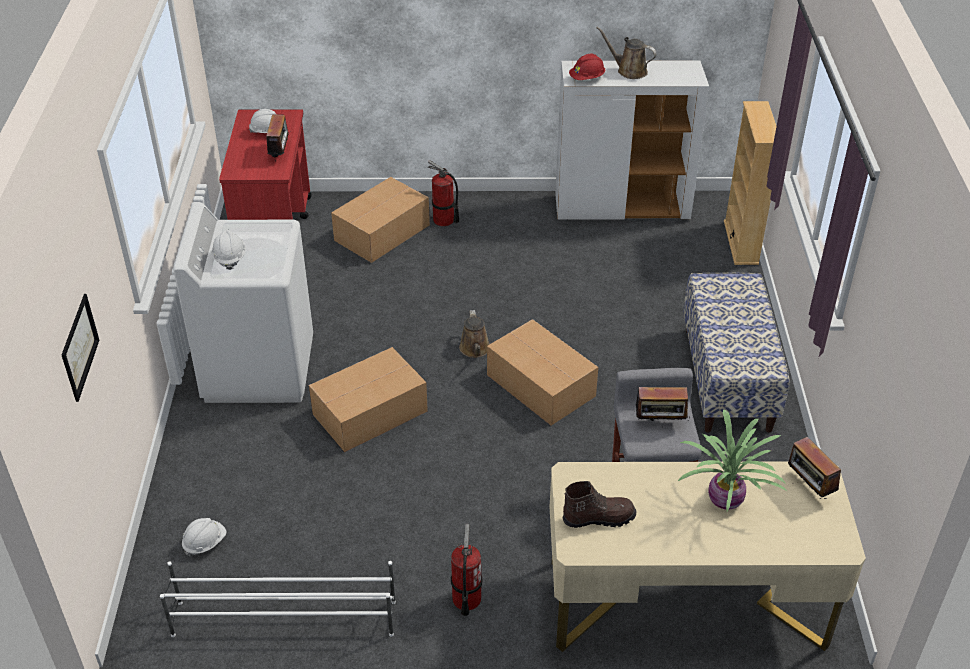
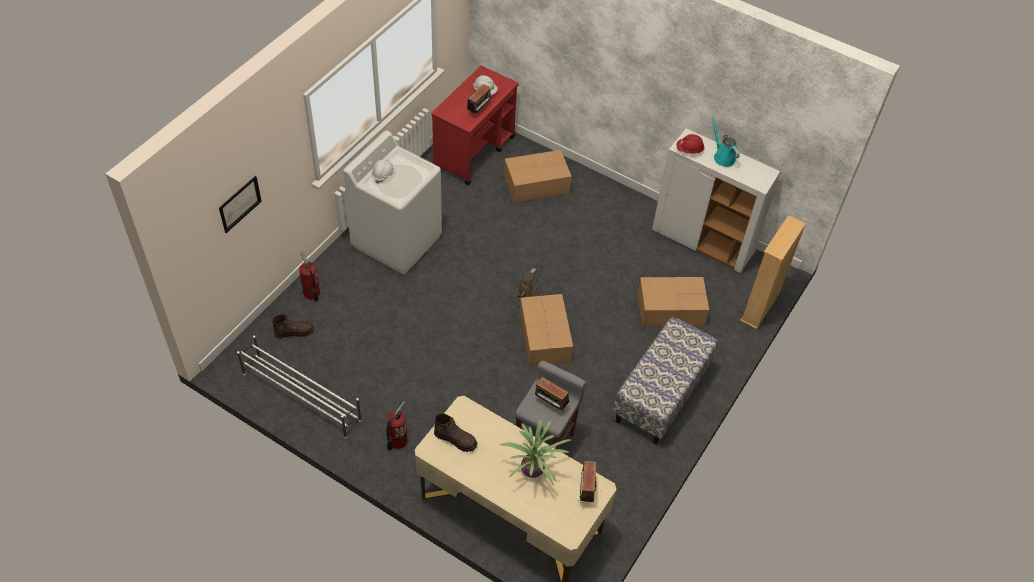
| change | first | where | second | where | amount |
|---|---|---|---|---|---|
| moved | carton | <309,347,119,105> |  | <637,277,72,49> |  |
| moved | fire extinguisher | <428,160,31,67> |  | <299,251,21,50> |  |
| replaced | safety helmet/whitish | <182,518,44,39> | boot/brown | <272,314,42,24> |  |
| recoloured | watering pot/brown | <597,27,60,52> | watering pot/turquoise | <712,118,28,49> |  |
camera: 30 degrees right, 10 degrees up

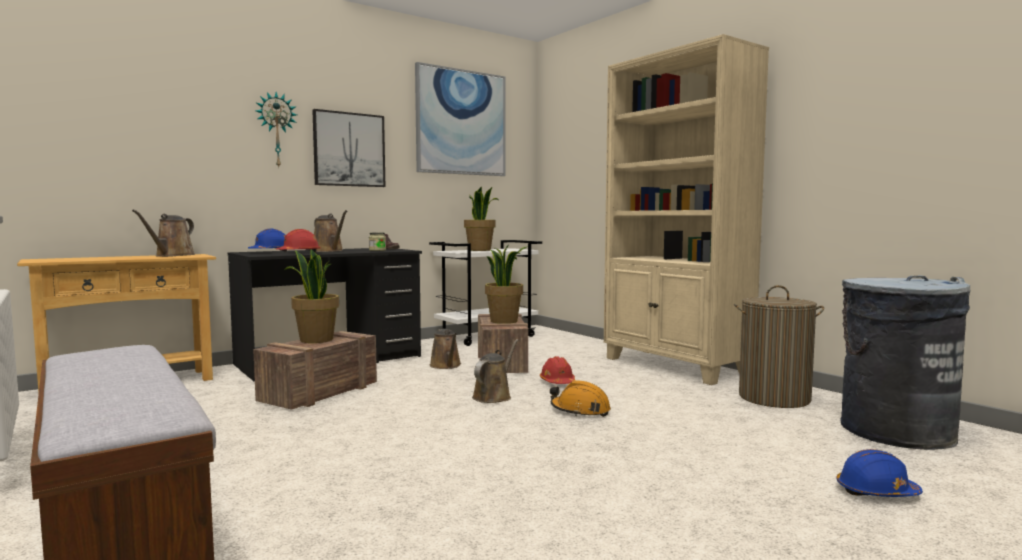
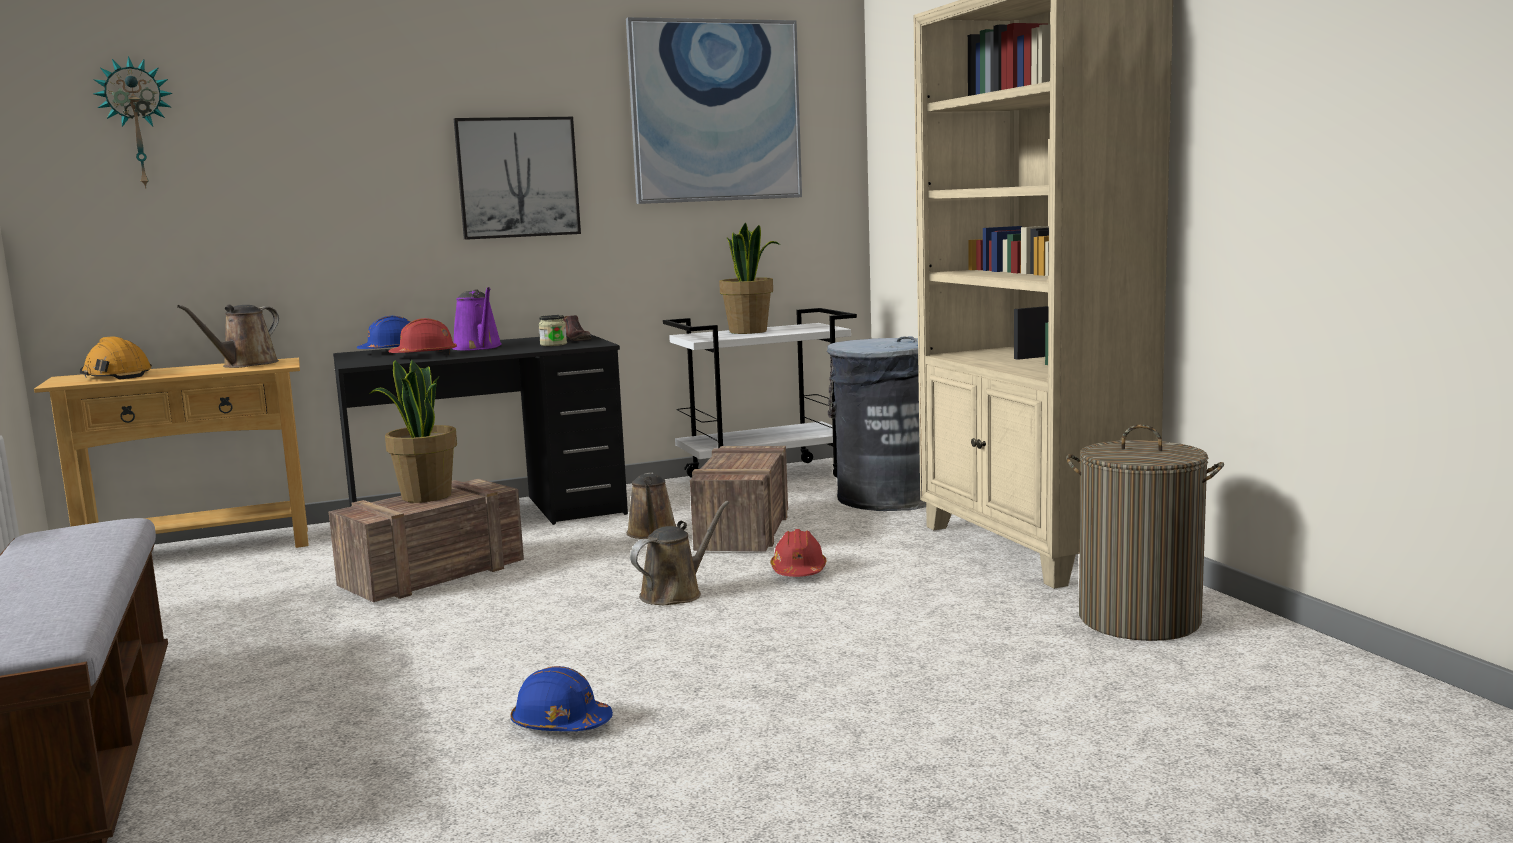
| change | first | where | second | where | amount |
|---|---|---|---|---|---|
| removed | houseplant | <485,244,43,80> |  |  |  |
| moved | clock on the wall | <256,92,41,76> |  | <93,56,80,133> |  |
| moved | safety helmet/orange | <550,380,61,37> |  | <80,337,72,42> |  |
| moved | safety helmet/blue-coloured | <836,449,87,48> |  | <511,666,102,65> |  |
| moved | rubbish bin/greyish | <840,275,130,175> |  | <827,336,99,175> |  |
| recoloured | watering pot/brown | <314,210,33,42> | watering pot/purplish | <452,287,50,63> |  |
camera: 15 degrees right, 5 degrees up

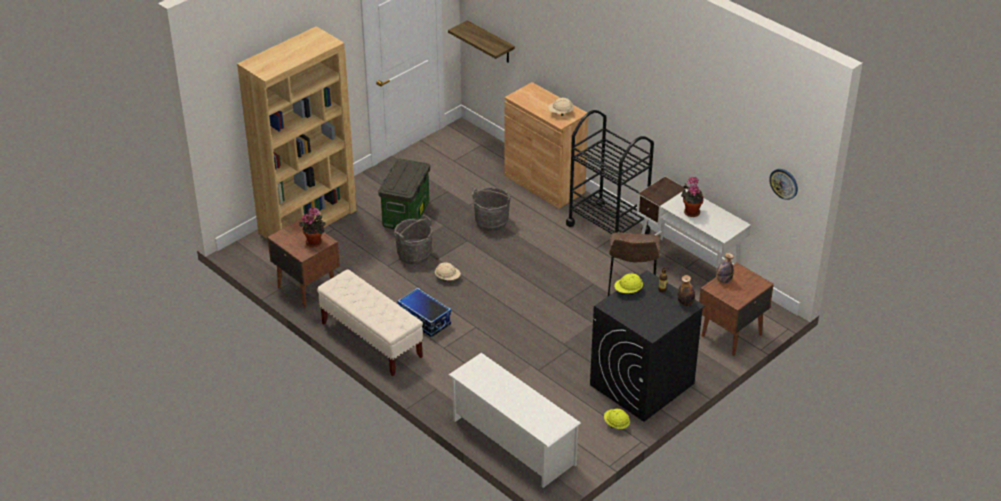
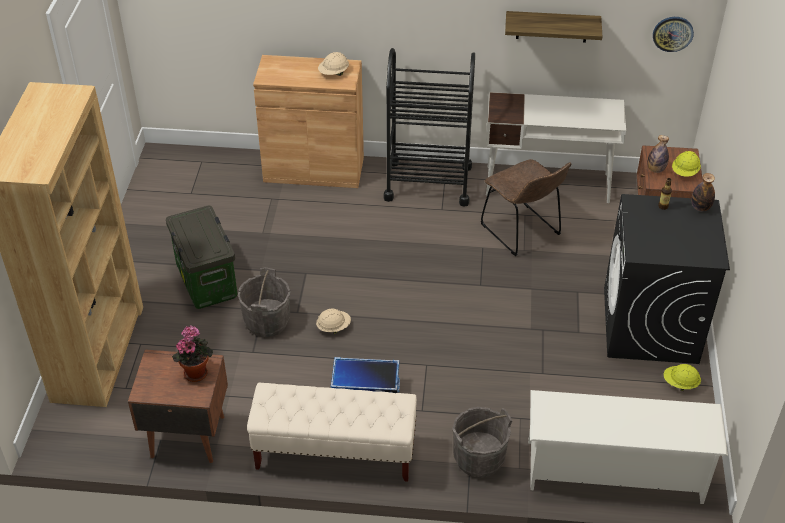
| change | first | where | second | where | amount |
|---|---|---|---|---|---|
| removed | houseplant | <681,176,23,41> |  |  |  |
| moved | bracket shelf | <448,20,67,43> |  | <505,11,97,32> |  |
| moved | water bucket/greyish | <472,187,39,45> |  | <452,407,60,71> |  |
| moved | safety helmet/yellow | <614,273,29,22> |  | <672,151,29,26> |  |
camera: 40 degrees left, 5 degrees up

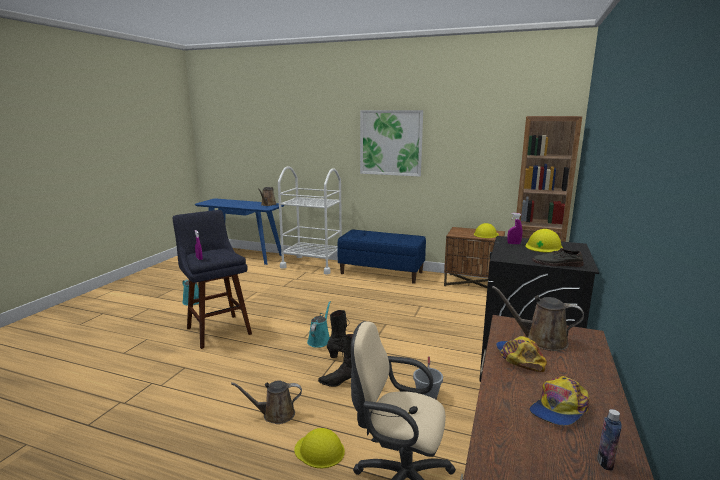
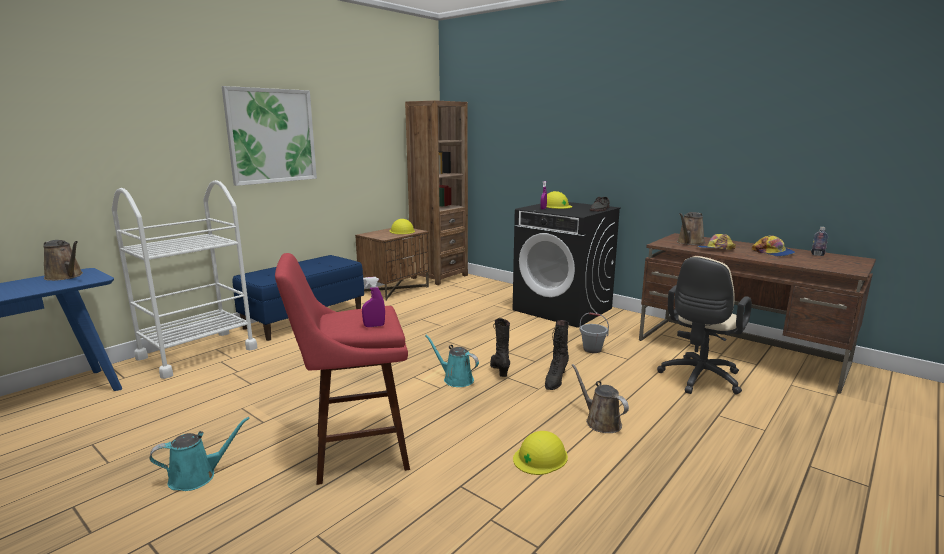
| change | first | where | second | where | amount |
|---|---|---|---|---|---|
| moved | safety helmet/yellow | <294,428,51,40> |  | <513,431,55,44> |  |
| recoloured | stool seat/blue-coloured | <173,210,79,139> | stool seat/red | <275,253,135,232> |  |
| turned | watering pot/brown | <231,381,71,43> |  | <572,364,57,69> | 135 degrees clockwise |
camera: 70 degrees left, 0 degrees up

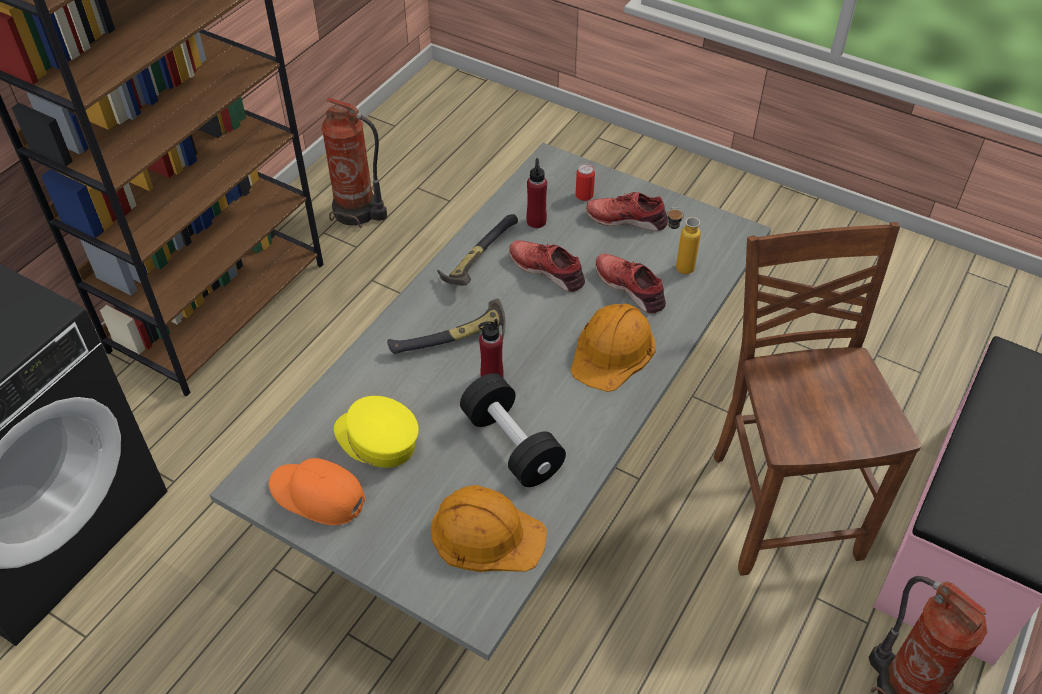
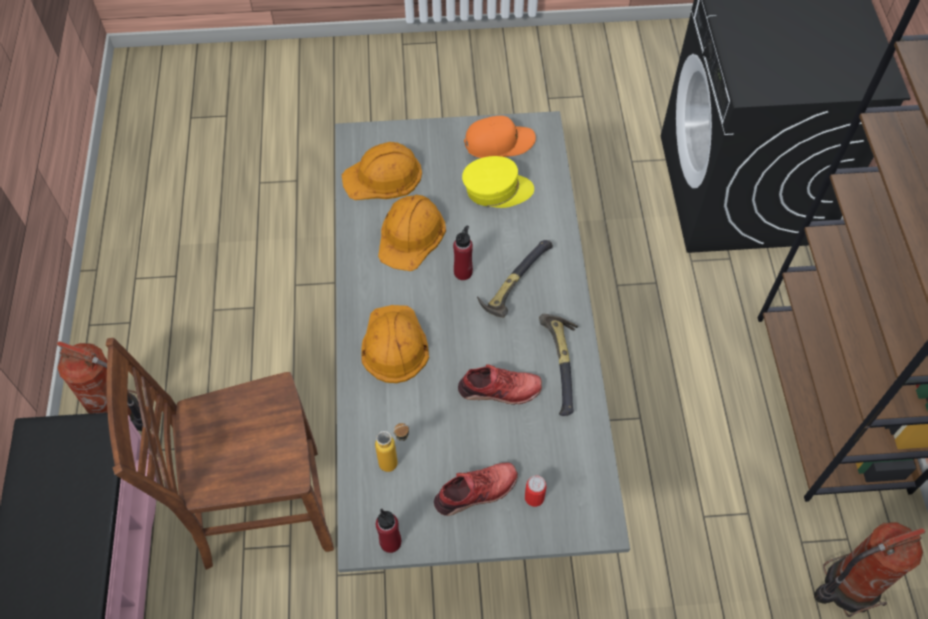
| change | first | where | second | where | amount |
|---|---|---|---|---|---|
| removed | shoe/red | <595,253,71,61> |  |  |  |
| moved | beverage bottle/red | <527,158,20,70> |  | <376,509,25,44> |  |
| replaced | dumbbell/black-coloured | <460,373,106,114> | safety helmet/orange | <378,195,68,76> |  |
| turned | plain chair/brown | <714,222,207,354> |  | <106,338,228,232> | 120 degrees clockwise |
camera: 145 degrees right, 10 degrees up

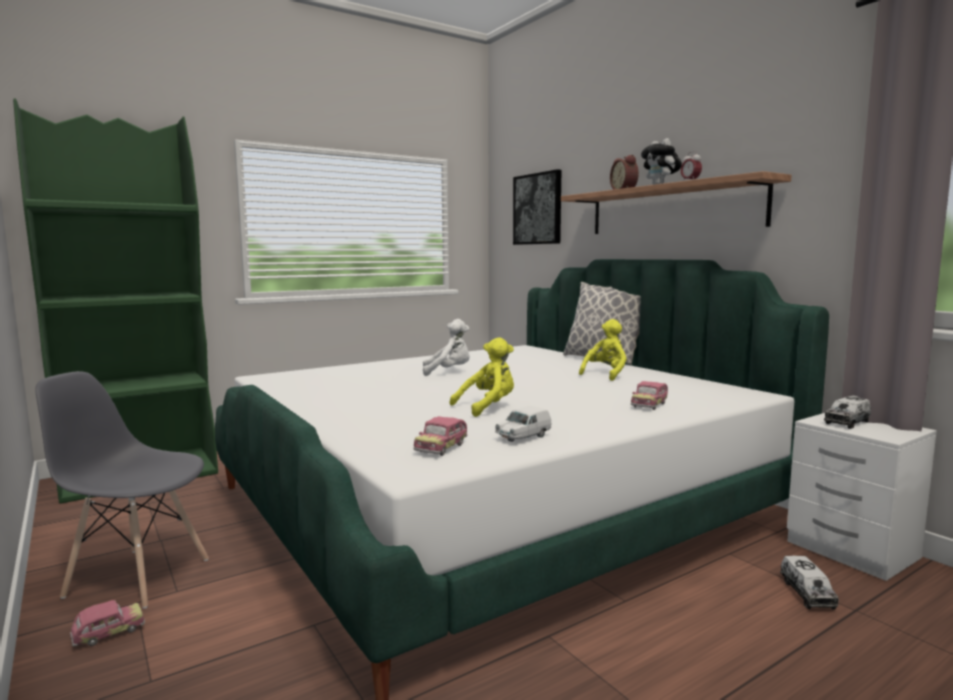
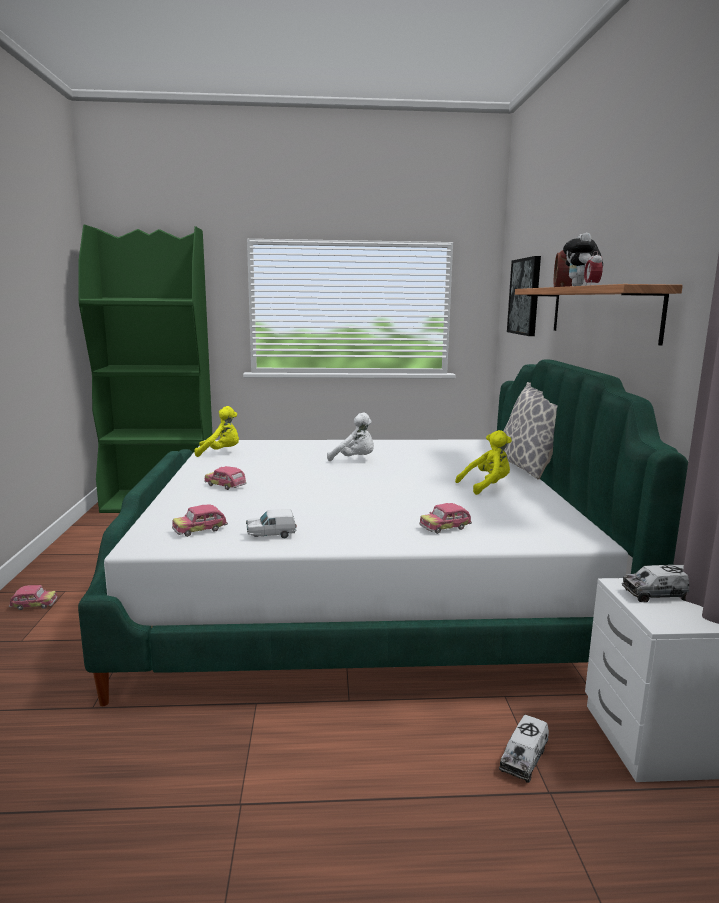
| change | first | where | second | where | amount |
|---|---|---|---|---|---|
| removed | plain chair/greyish | <35,371,174,238> |  |  |  |
| added |  |  | toy car | <205,466,42,24> |  |
| moved | cuddly toy/yellow | <450,337,64,80> |  | <194,406,45,51> |  |
camera: 30 degrees right, 5 degrees up

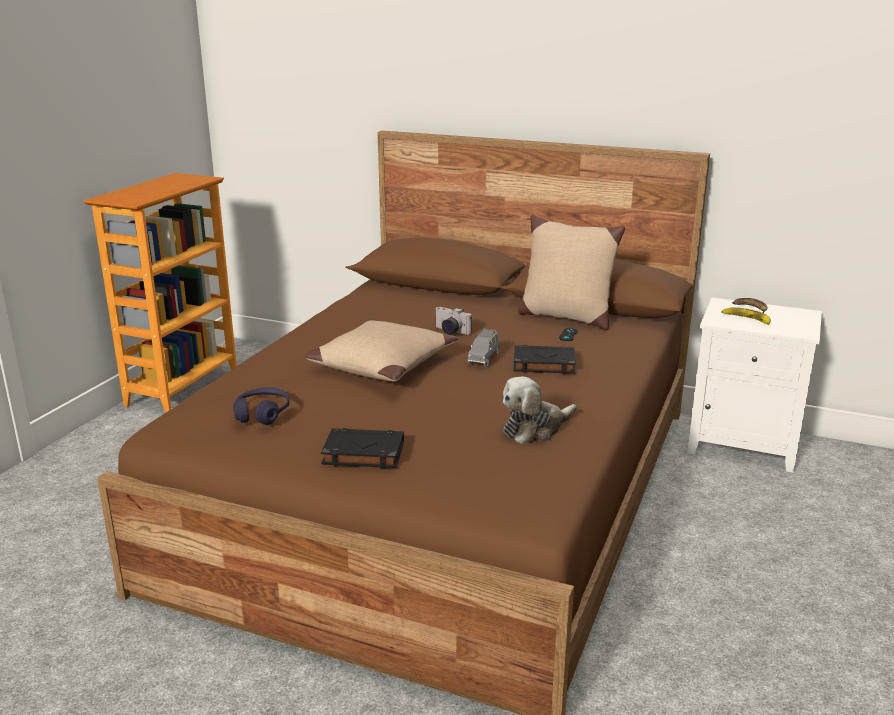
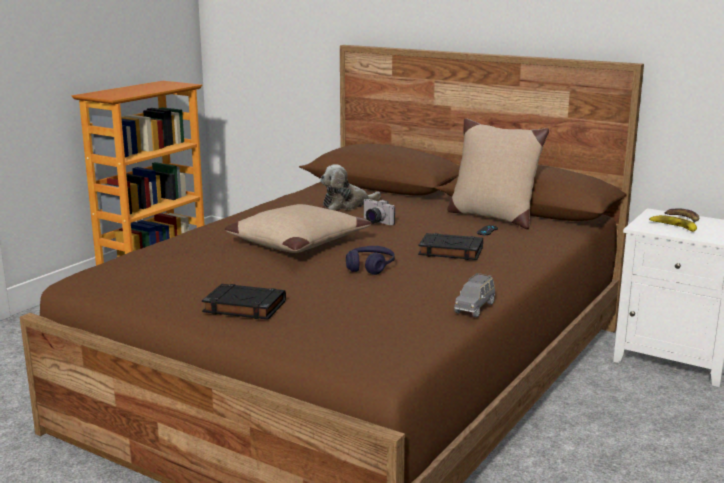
| change | first | where | second | where | amount |
|---|---|---|---|---|---|
| moved | pair of headphones/purplish | <233,387,57,38> |  | <346,246,49,29> |  |
| moved | toy car/greyish | <467,328,32,39> |  | <454,273,41,44> |  |
| moved | cuddly toy | <503,377,74,67> |  | <320,164,61,46> |  |
camera: 10 degrees right, 5 degrees down

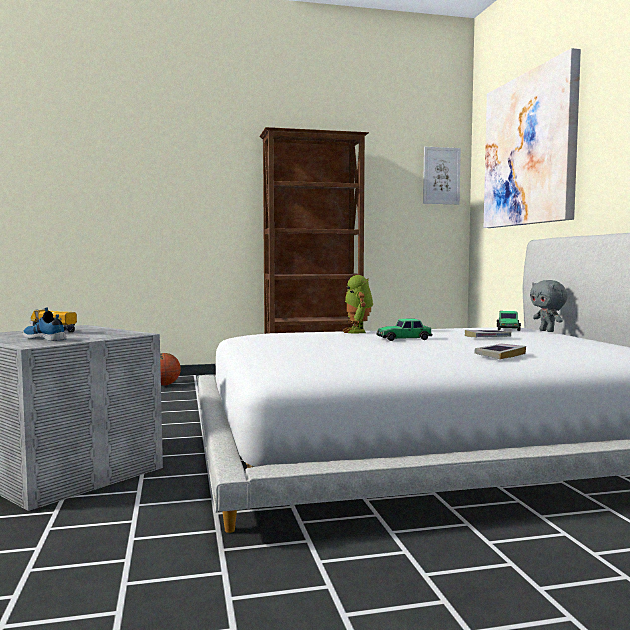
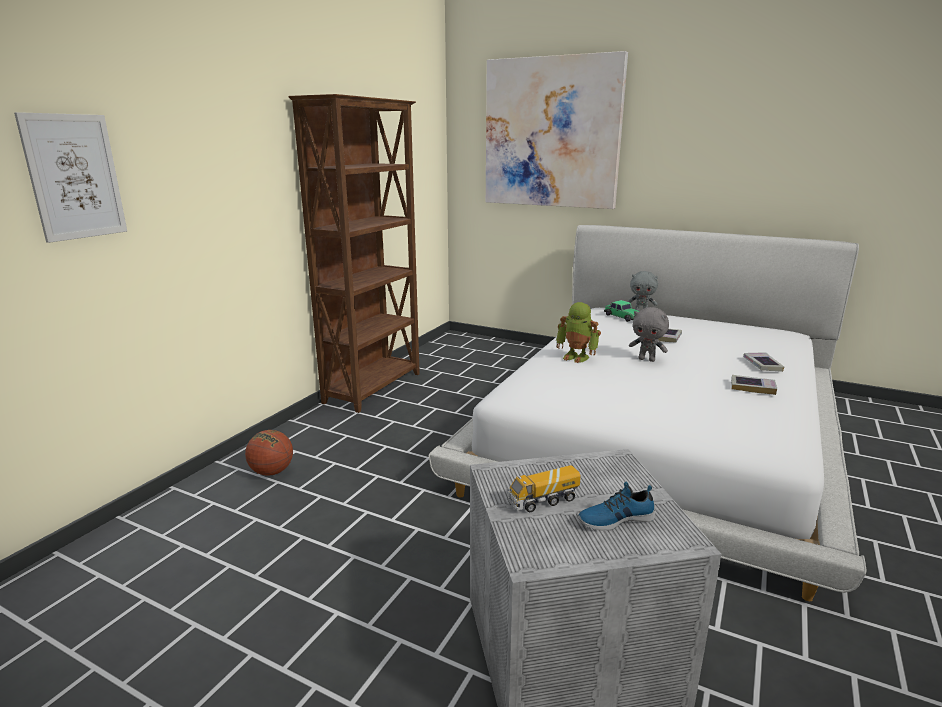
| change | first | where | second | where | amount |
|---|---|---|---|---|---|
| added |  |  | bound book | <731,375,46,20> |  |
| moved | wall art | <423,147,38,57> |  | <14,112,113,131> |  |
| replaced | toy car | <377,318,55,23> | cuddly toy/greyish | <629,307,40,55> |  |
camera: 50 degrees left, 15 degrees up

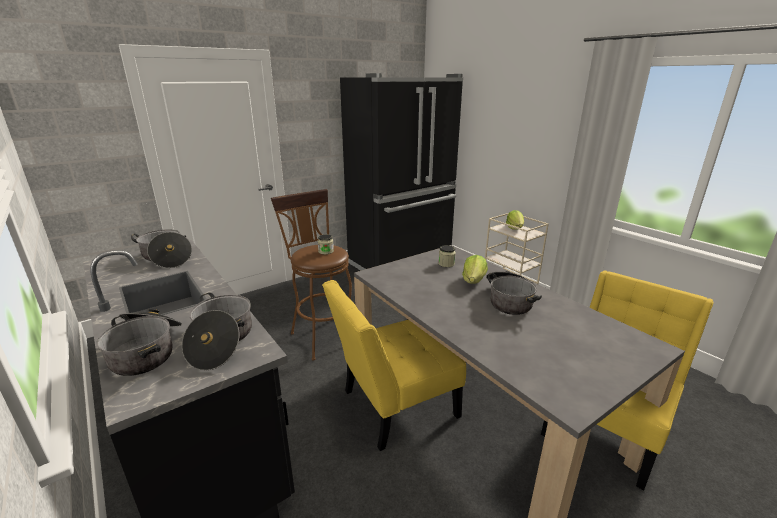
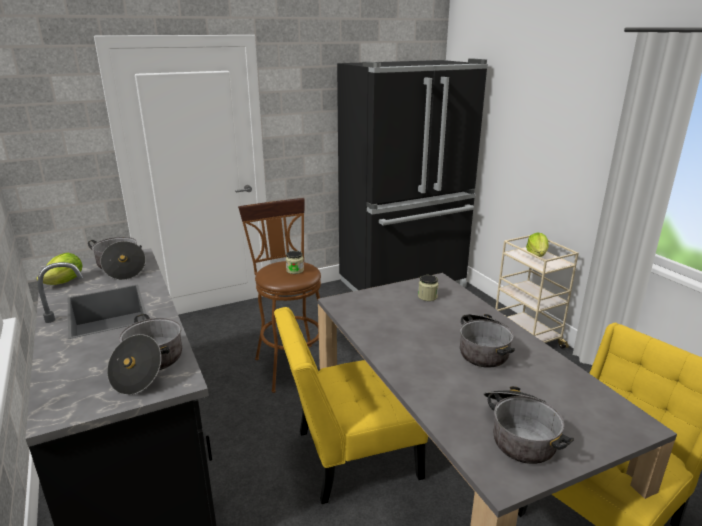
| change | first | where | second | where | amount |
|---|---|---|---|---|---|
| moved | stockpot | <97,309,85,67> |  | <483,386,91,78> |  |
| moved | lettuce | <462,255,26,29> |  | <36,253,46,32> |  |
camera: 10 degrees right, 0 degrees up

